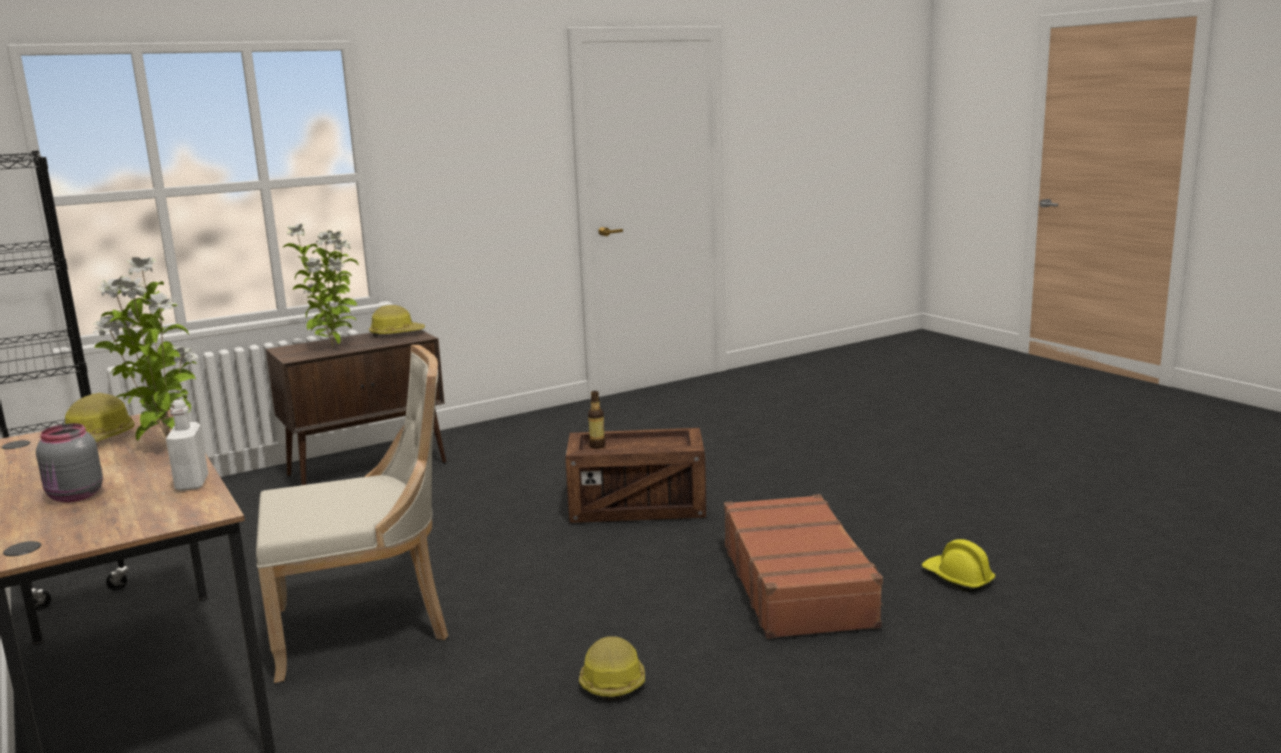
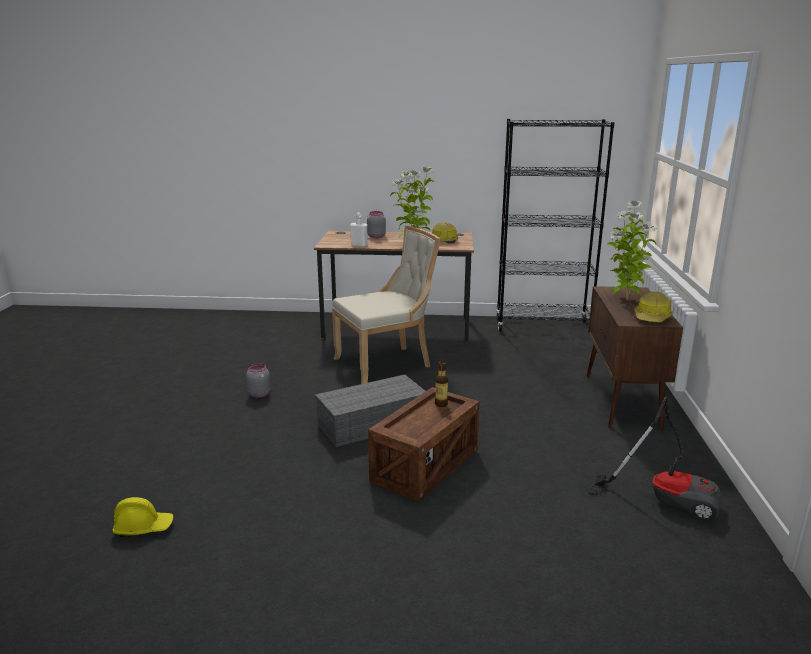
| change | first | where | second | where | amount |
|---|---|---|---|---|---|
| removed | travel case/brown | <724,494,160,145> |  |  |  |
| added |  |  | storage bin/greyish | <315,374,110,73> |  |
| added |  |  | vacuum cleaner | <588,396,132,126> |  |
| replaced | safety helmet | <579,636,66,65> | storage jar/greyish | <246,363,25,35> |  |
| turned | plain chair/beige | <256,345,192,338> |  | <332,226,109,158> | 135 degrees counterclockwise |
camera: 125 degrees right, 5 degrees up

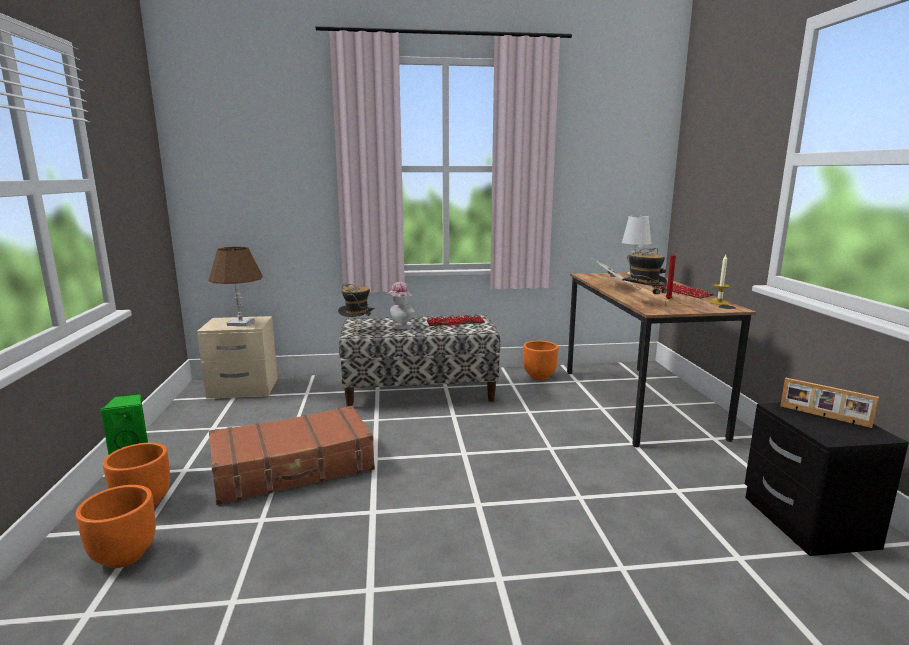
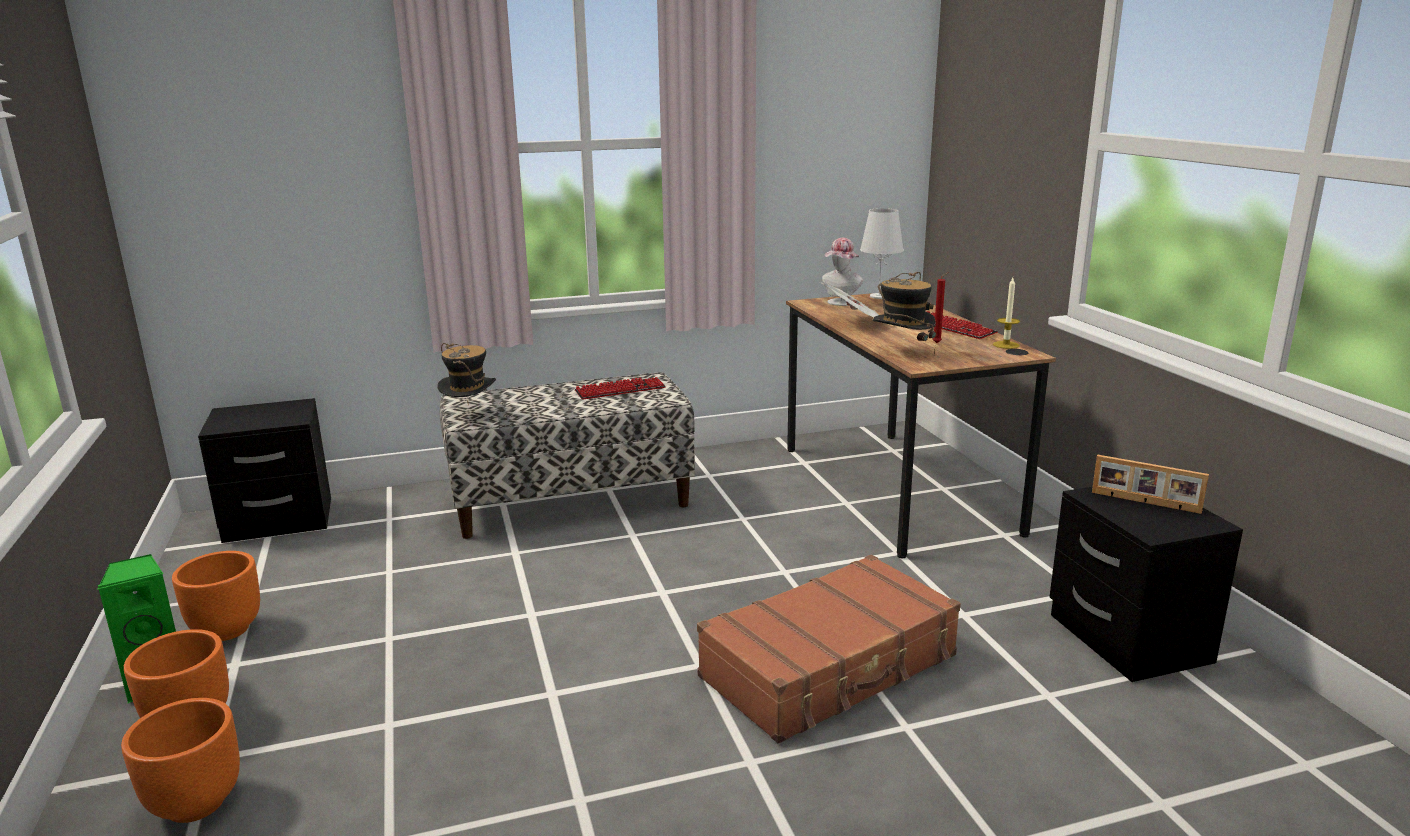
| change | first | where | second | where | amount |
|---|---|---|---|---|---|
| removed | table lamp/brown | <209,247,54,79> |  |  |  |
| moved | travel case/brown | <209,406,166,99> |  | <697,555,264,188> |  |
| moved | wearable hat | <388,282,27,48> |  | <822,238,41,68> |  |
| moved | planter/orange | <523,341,35,39> |  | <172,551,88,90> |  |
| recoloured | night table/beige | <197,316,81,83> | night table/black-coloured | <198,398,133,145> |  |
camera: 10 degrees left, 5 degrees up

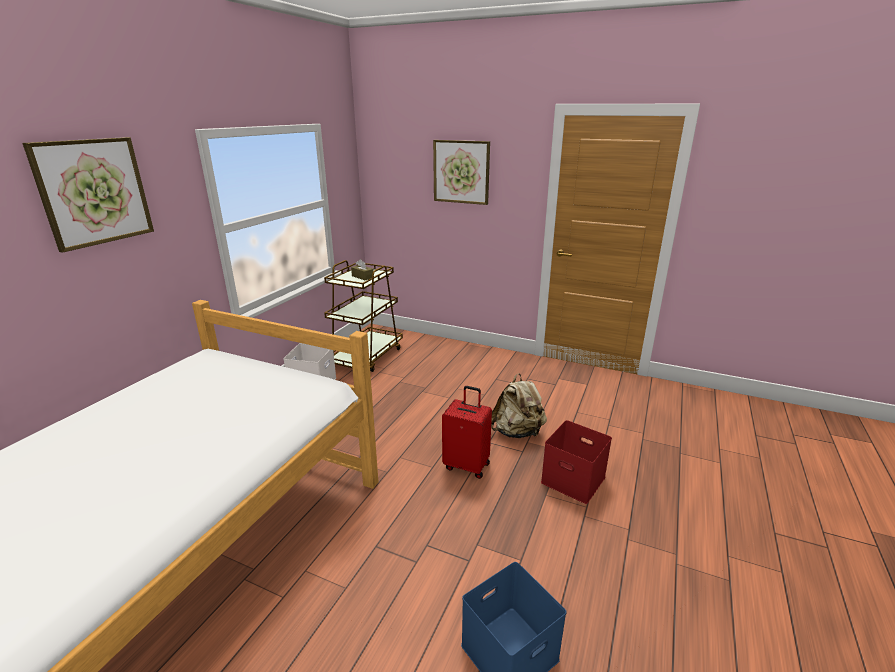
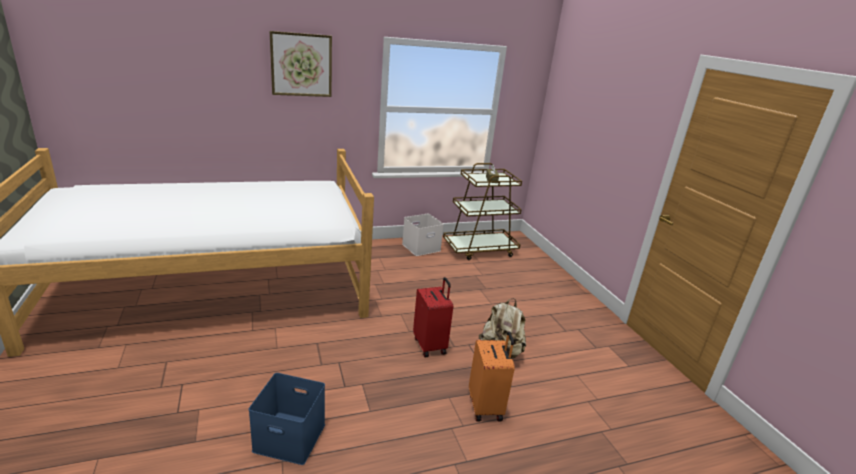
| change | first | where | second | where | amount |
|---|---|---|---|---|---|
| removed | wall art | <433,140,57,65> |  |  |  |
| replaced | storage bin/red | <541,420,71,84> | travel case/orange | <469,331,46,91> |  |
camera: 45 degrees right, 0 degrees up

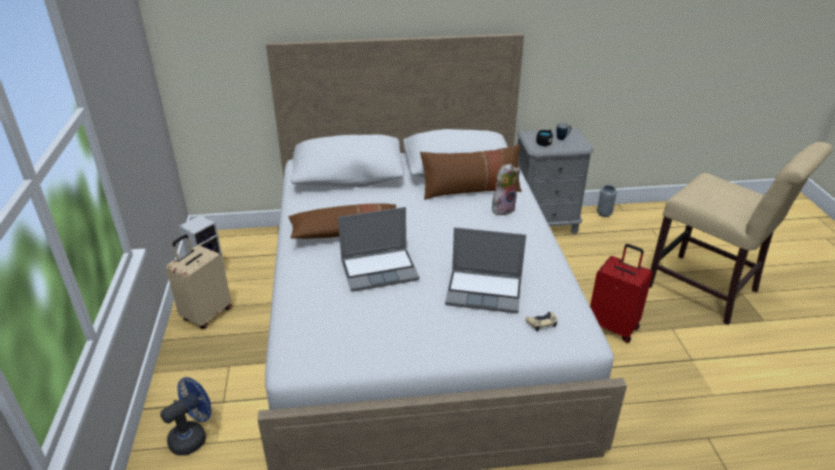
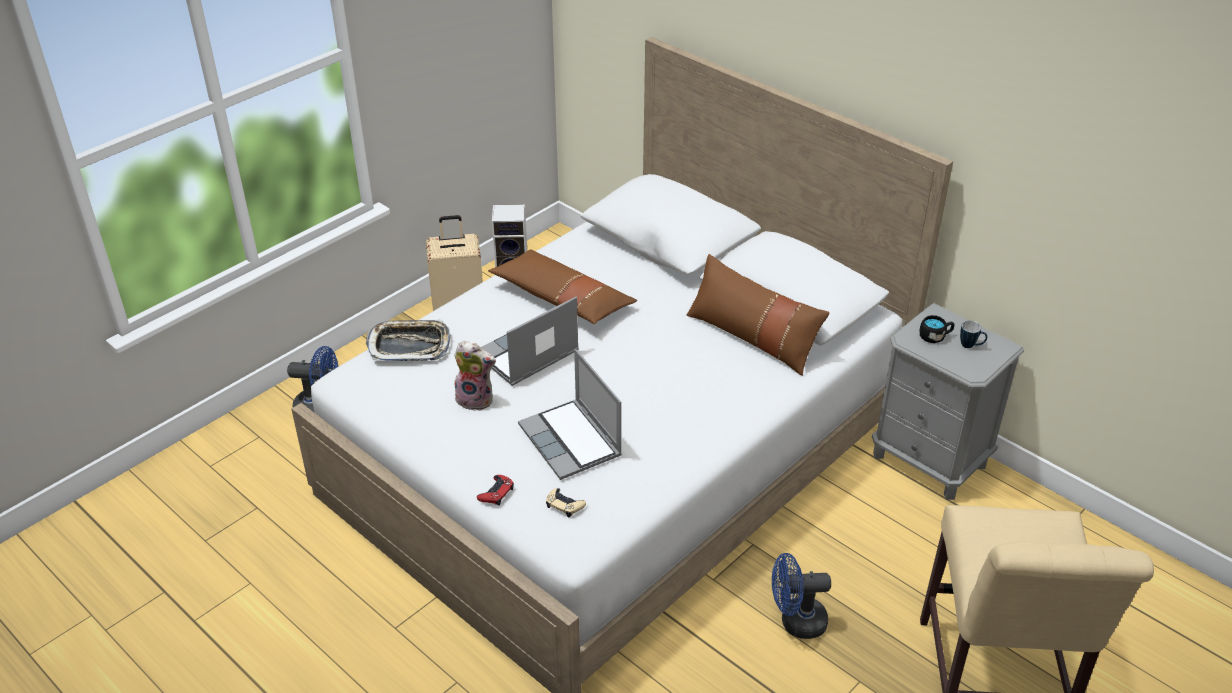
| change | first | where | second | where | amount |
|---|---|---|---|---|---|
| removed | decorative vase/greyish | <597,185,20,32> |  |  |  |
| added |  |  | tray | <366,320,85,41> |  |
| added |  |  | game controller/red | <477,475,37,30> |  |
| moved | cuddly toy | <492,163,28,52> |  | <454,341,42,70> |  |
| replaced | travel case/red | <590,244,63,99> | fan/blue-coloured | <772,553,59,86> |  |
| turned | notebook computer | <338,207,81,85> |  | <481,297,98,89> | 105 degrees clockwise |
camera: 50 degrees right, 5 degrees up

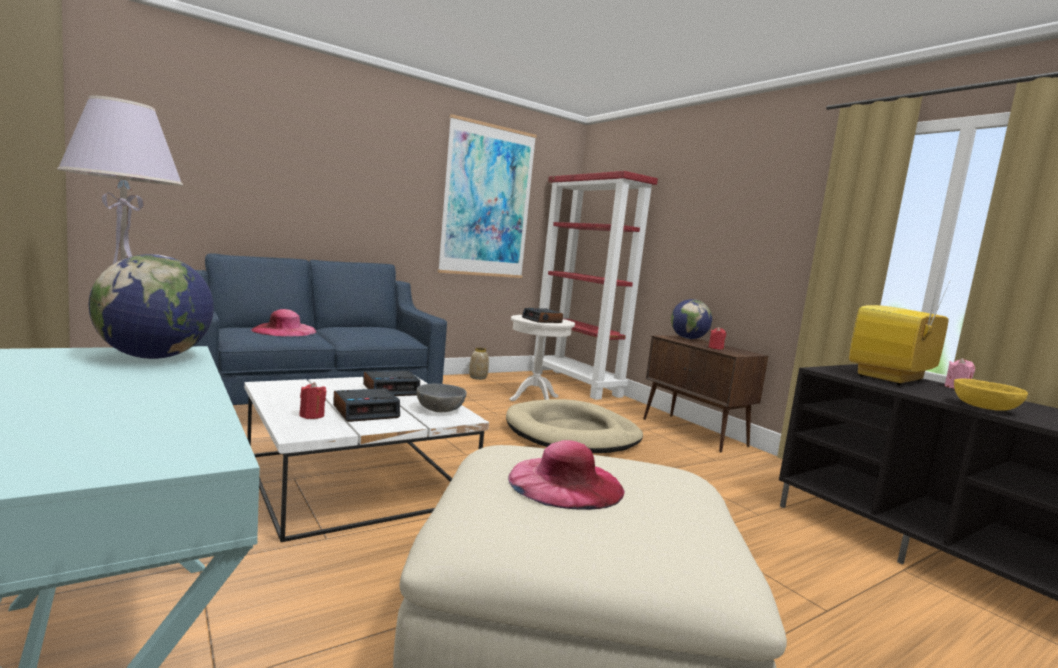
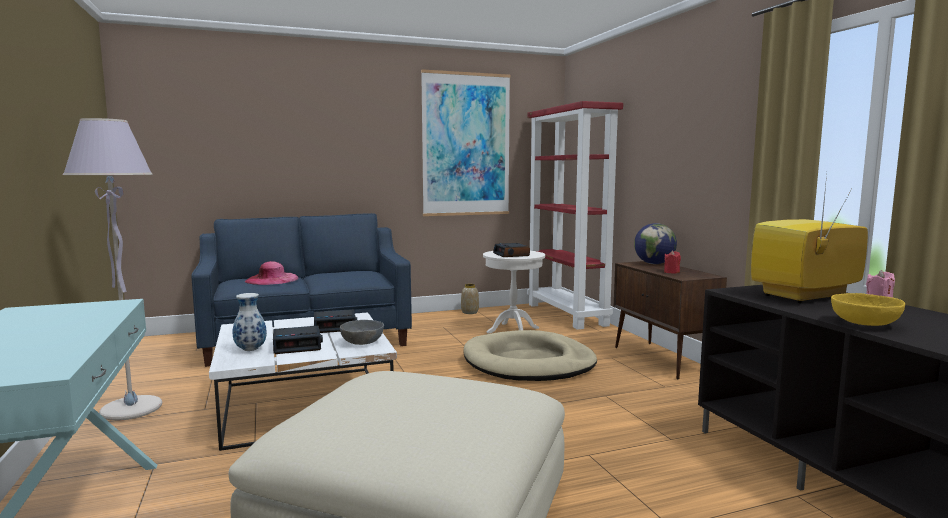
| change | first | where | second | where | amount |
|---|---|---|---|---|---|
| removed | desk globe | <88,254,126,105> |  |  |  |
| removed | wearable hat/pink-coloured | <508,440,117,70> |  |  |  |
| replaced | wax candle/red | <299,382,28,37> | decorative vase | <233,293,34,58> |  |
camera: 15 degrees right, 0 degrees up

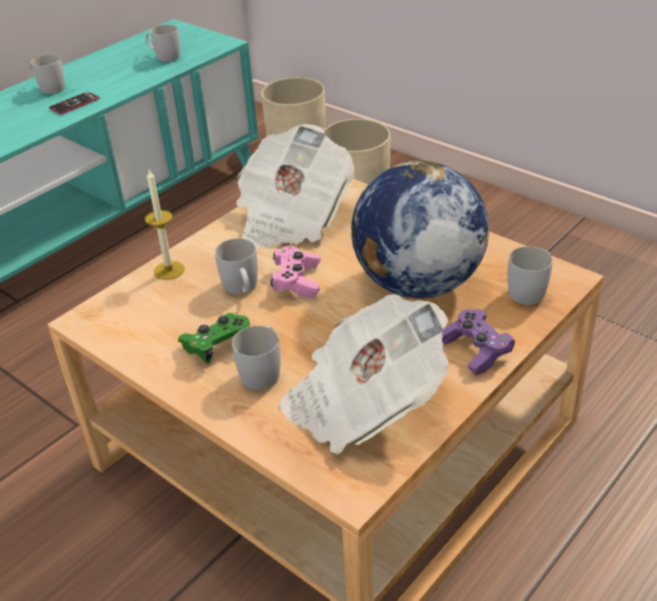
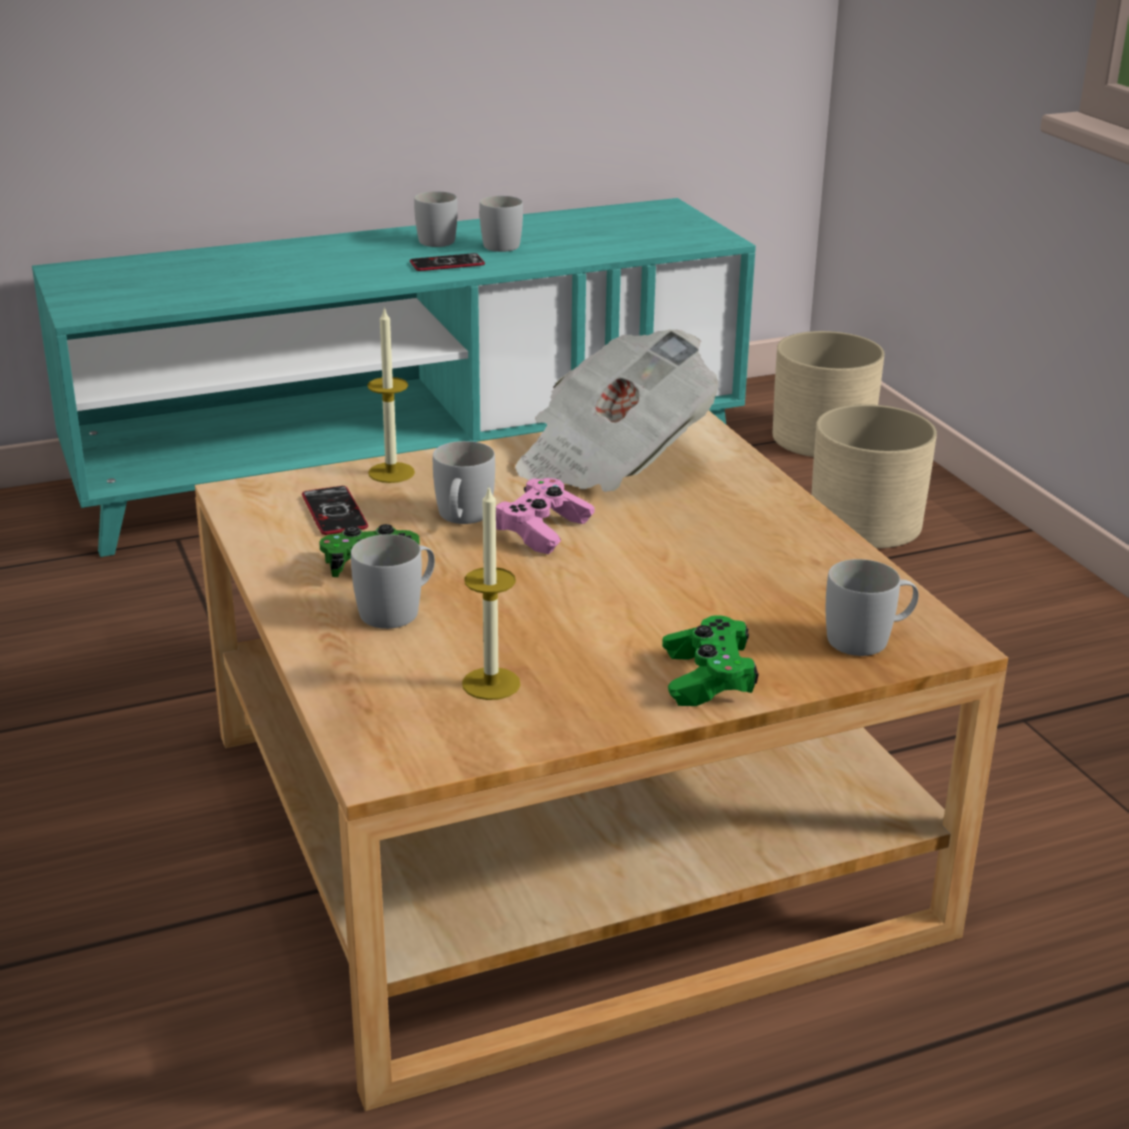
| change | first | where | second | where | amount |
|---|---|---|---|---|---|
| removed | desk globe | <351,161,138,137> |  |  |  |
| added |  |  | telephone | <302,486,66,49> |  |
| moved | tea mug/whitish | <146,24,34,38> |  | <479,196,44,56> |  |
| replaced | printed paper | <280,294,169,160> | wax candle | <462,485,59,215> |  |
| recoloured | game controller/purplish | <442,309,73,67> | game controller/greenish | <662,615,97,91> |  |
camera: 25 degrees right, 10 degrees down

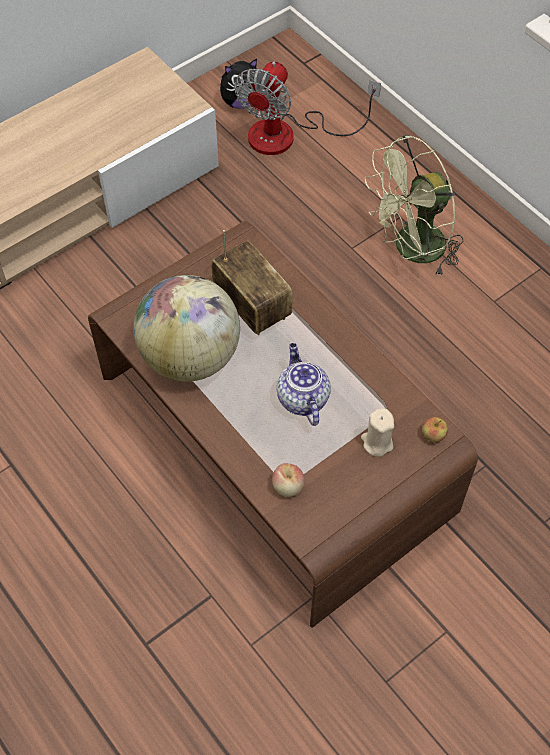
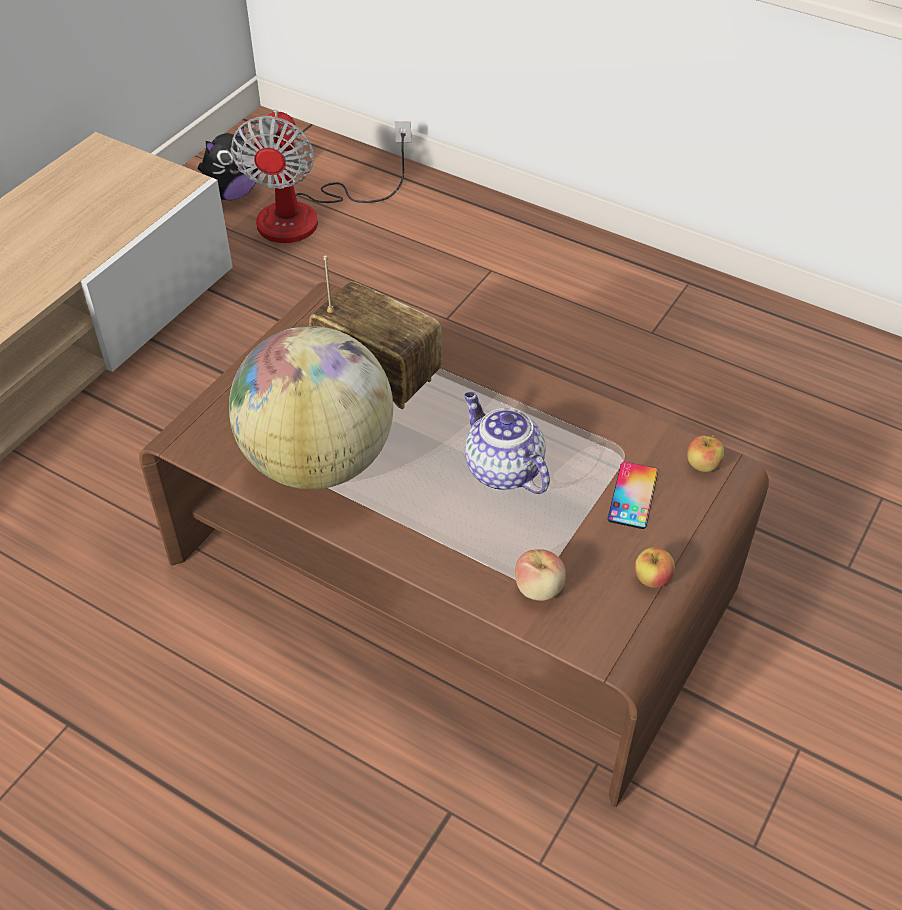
| change | first | where | second | where | amount |
|---|---|---|---|---|---|
| removed | fan/greenish | <365,135,98,142> |  |  |  |
| added |  |  | apple | <635,547,40,41> |  |
| replaced | wax candle/beige | <361,409,33,48> | telephone | <608,462,50,67> |  |
camera: 20 degrees left, 10 degrees down

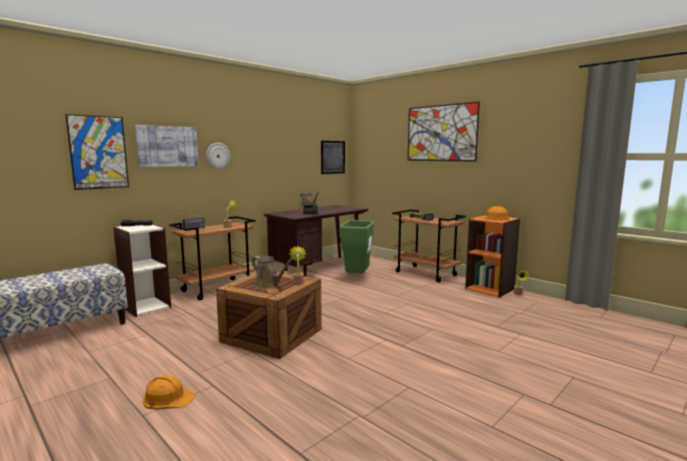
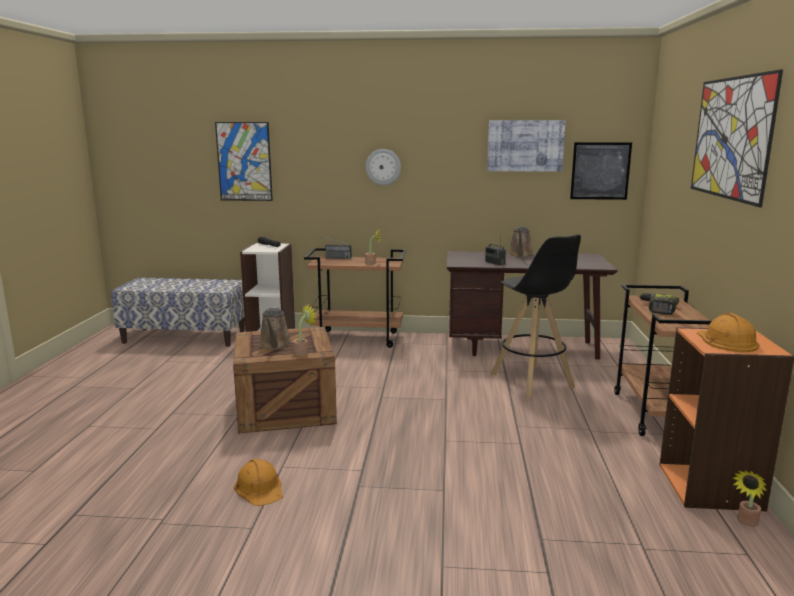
| change | first | where | second | where | amount |
|---|---|---|---|---|---|
| moved | wall art | <135,125,63,42> |  | <487,120,78,52> |  |
| moved | safety helmet/orange | <143,376,52,33> |  | <234,459,49,47> |  |
| replaced | rubbish bin/greenish | <340,220,34,54> | stool seat/black-coloured | <490,234,91,164> |  |
camera: 50 degrees right, 5 degrees up

